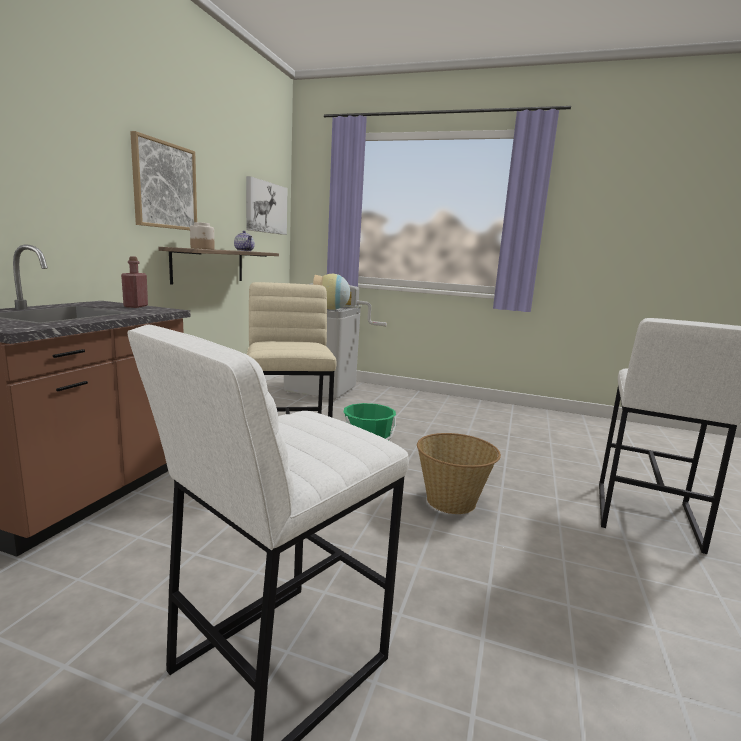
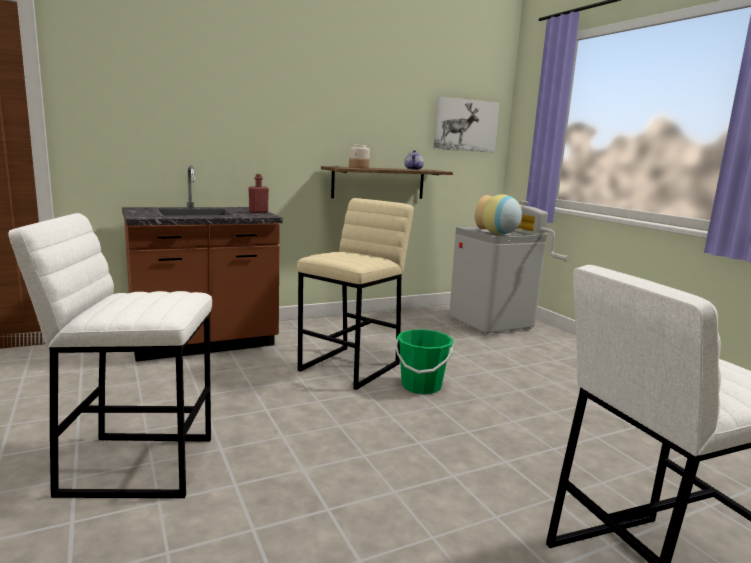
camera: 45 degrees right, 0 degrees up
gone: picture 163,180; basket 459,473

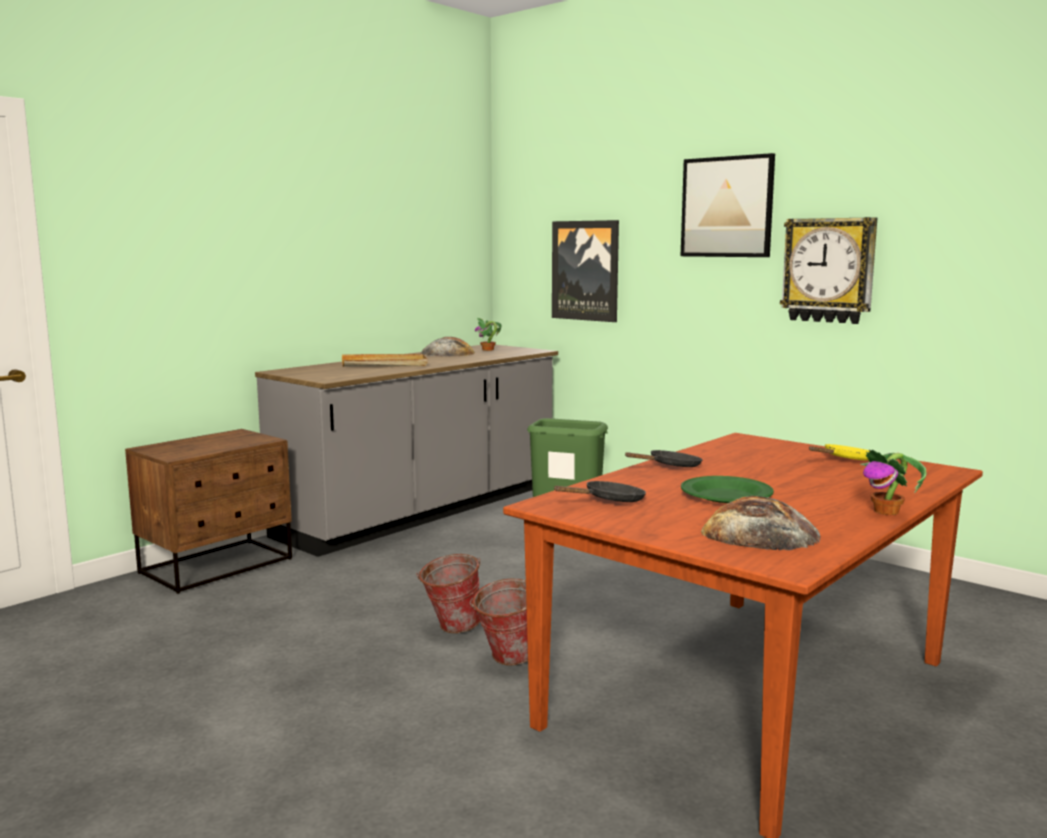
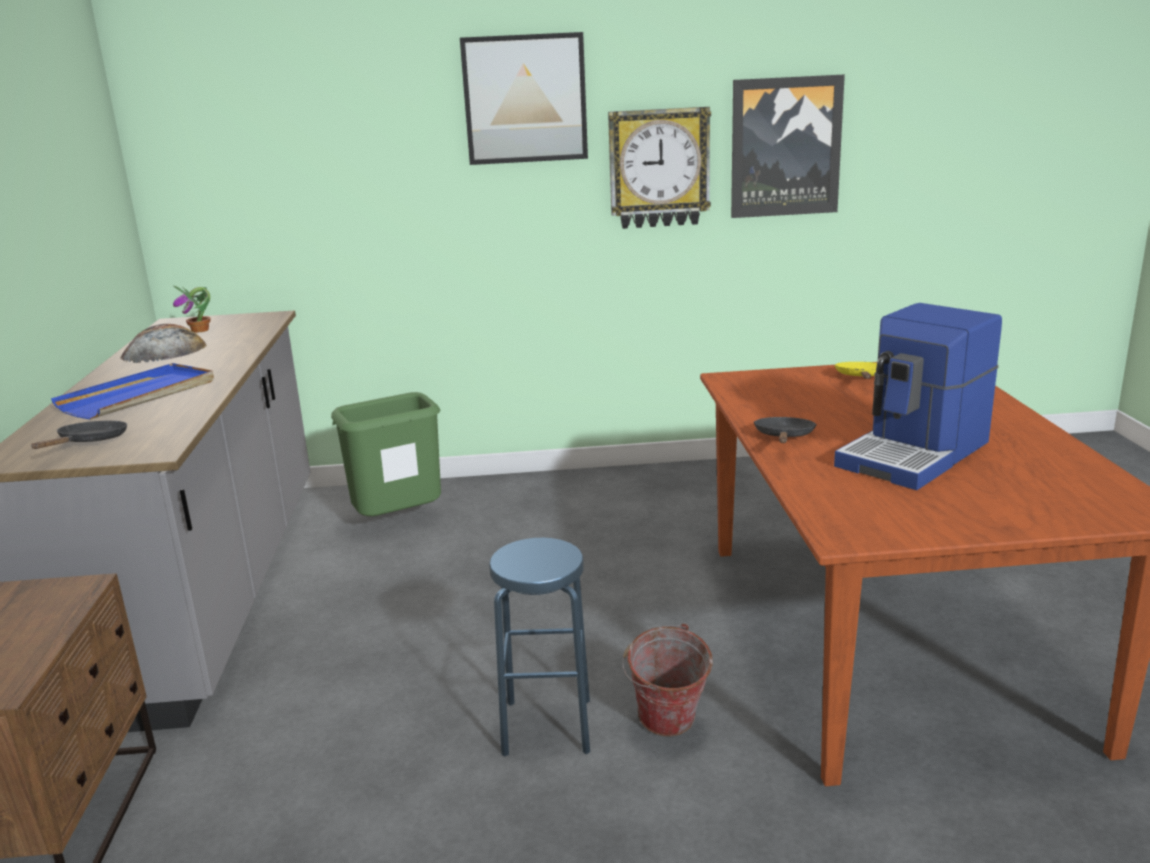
camera: 45 degrees left, 10 degrees up
gone: bread 761,523; potted plant 893,482
shifted: picture 585,271 to 788,146; black frying pan 600,491 to 79,435
swapped: bucket 448,593 to blue stool 539,647; green plate 727,489 to coffee machine 918,396
repainted: beige tray 385,360 to blue tray 132,391

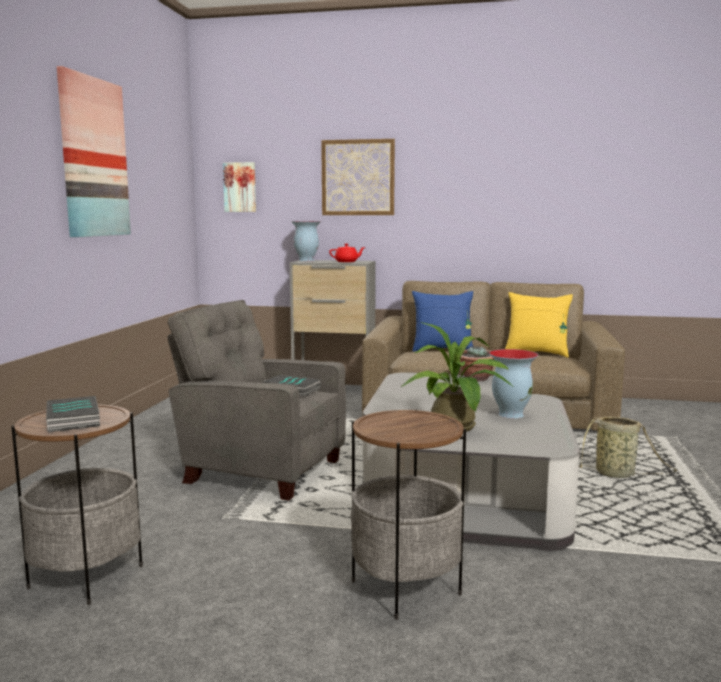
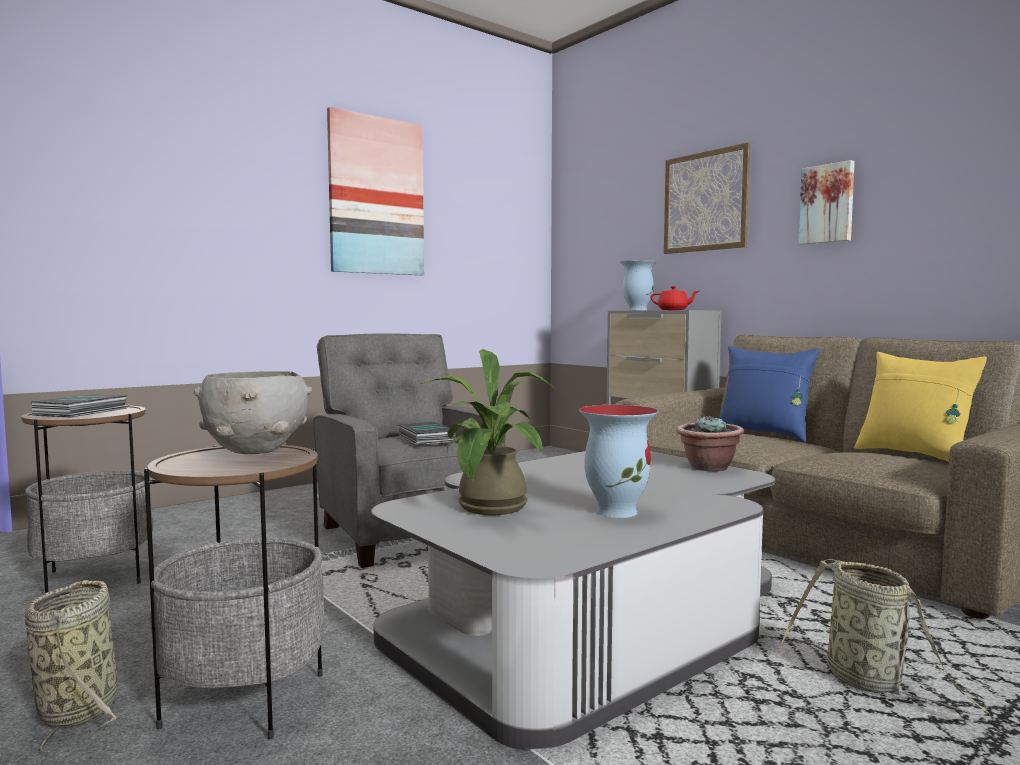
camera: 40 degrees right, 5 degrees down
new: basket 72,666; grey bowl 253,412
shifted: picture 239,187 to 826,202

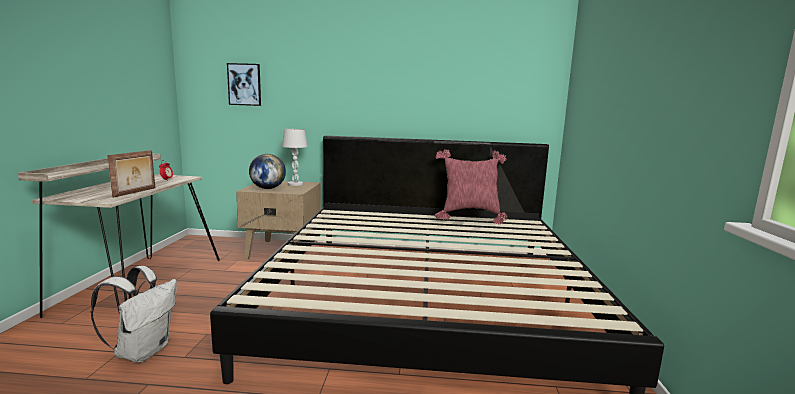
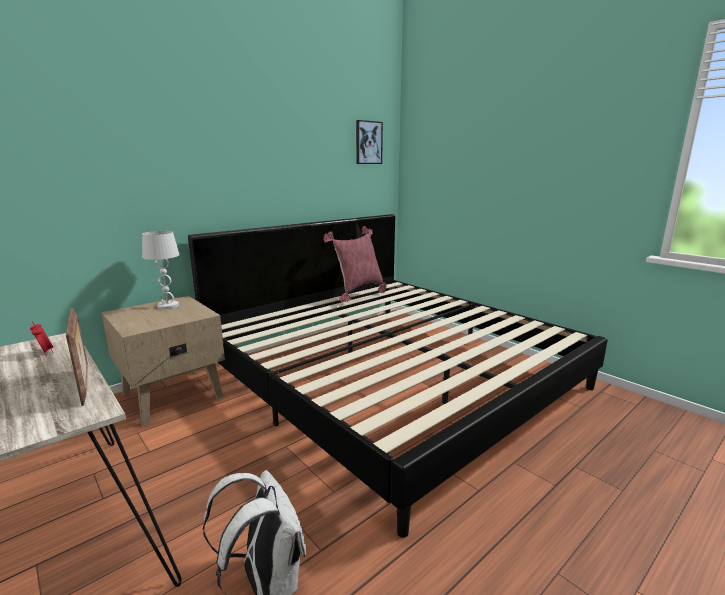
camera: 45 degrees left, 5 degrees up
gone: globe 267,171
shifted: picture 244,84 to 369,142

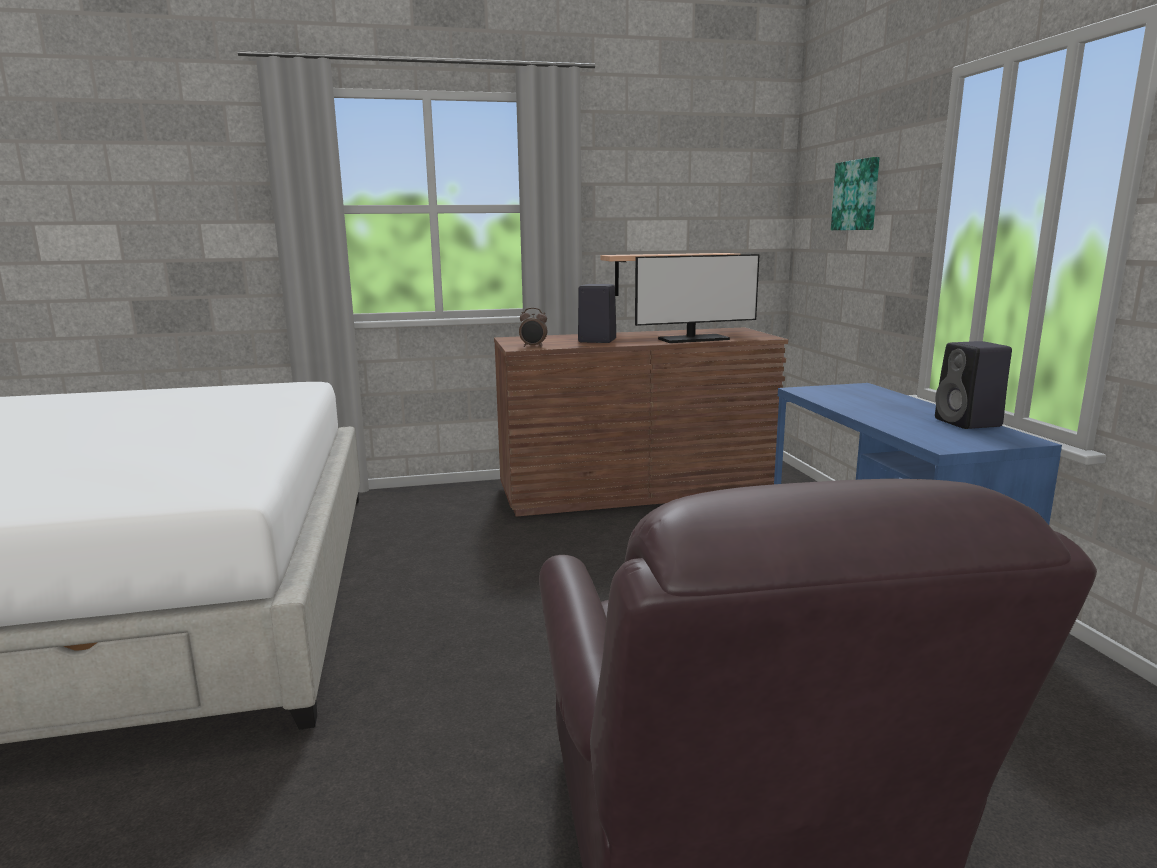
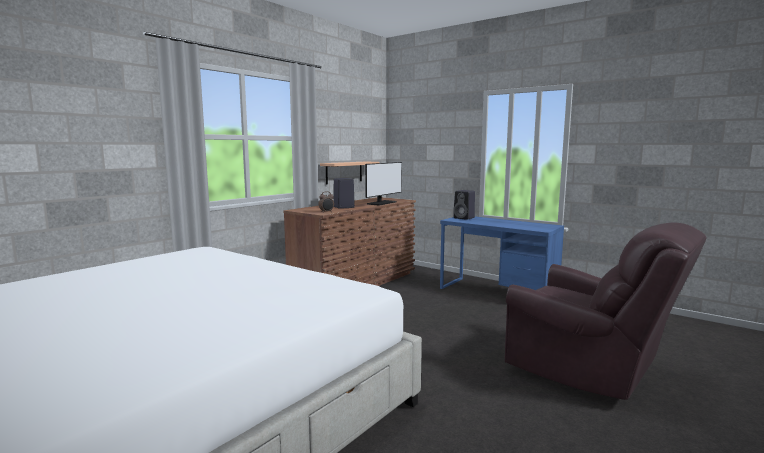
camera: 40 degrees left, 5 degrees down
gone: picture 855,193
shifted: black speaker 973,385 to 464,205

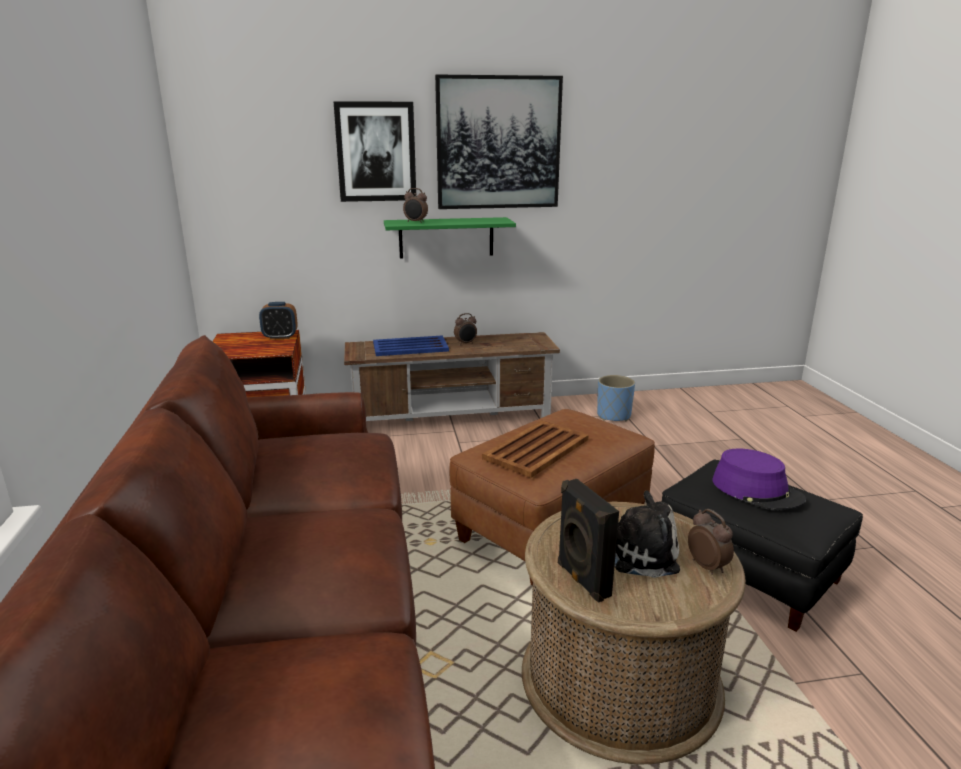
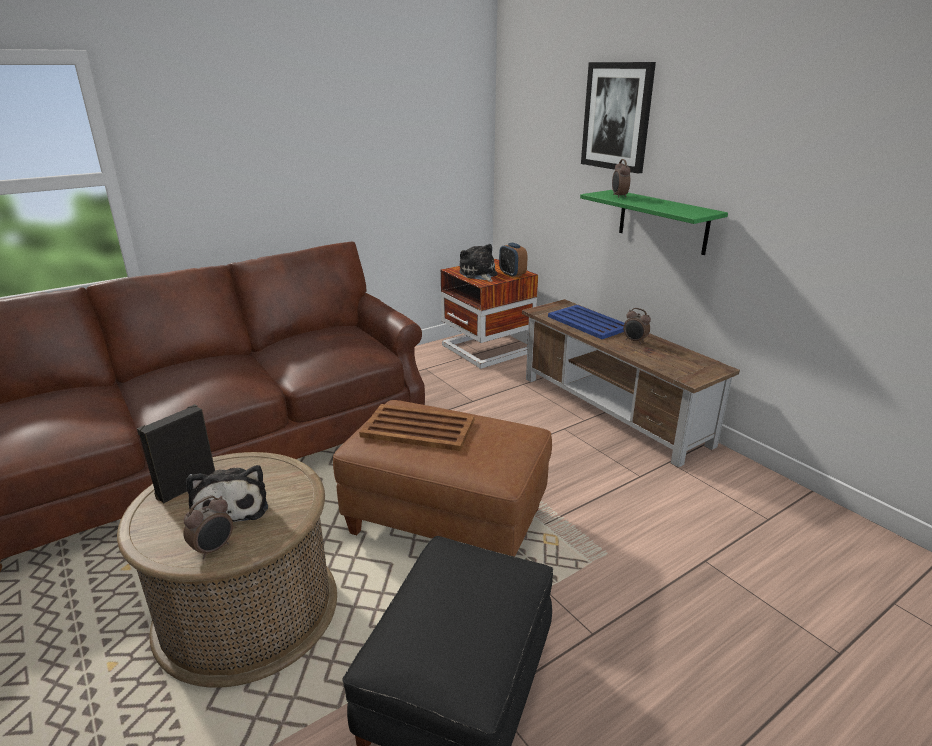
camera: 65 degrees right, 5 degrees up
gone: picture 499,142; blue planter 616,398; purple hat 759,479
new: plush toy 478,263

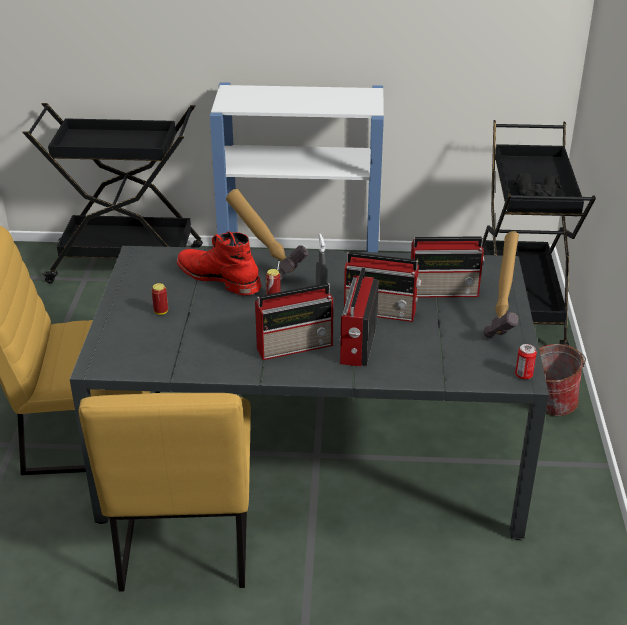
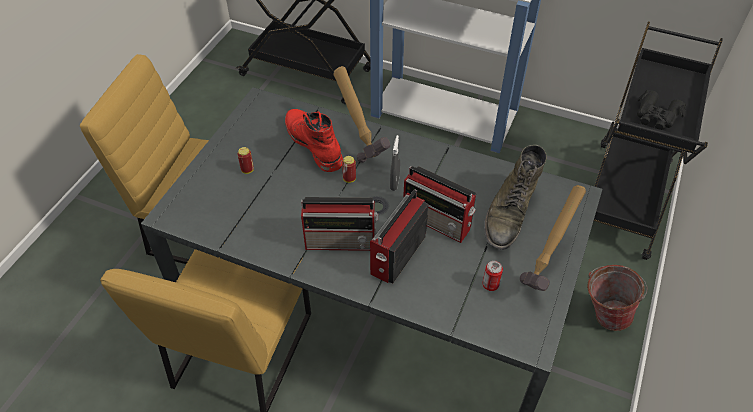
camera: 20 degrees right, 15 degrees up
shifted: can 526,361 to 492,276
swapped: radio 448,267 to green boot 515,197

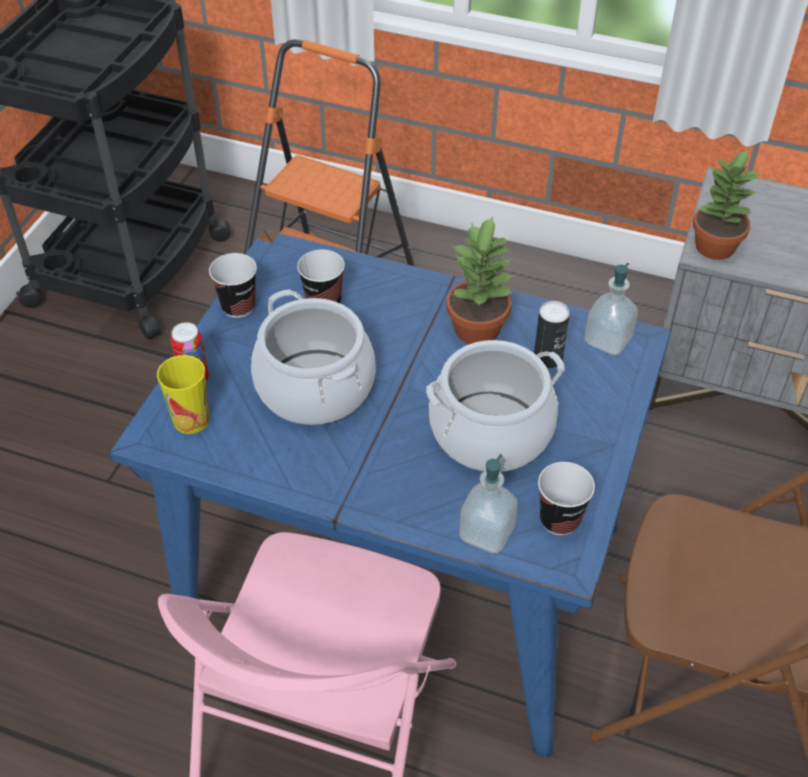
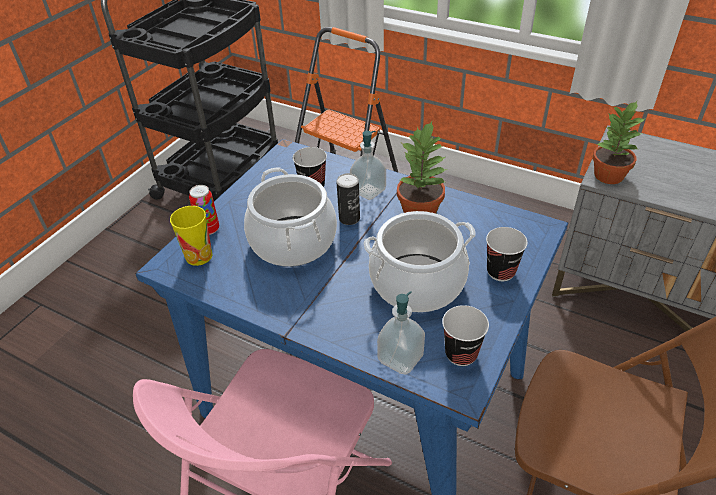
camera: 10 degrees right, 5 degrees down
shifted: cup 233,285 to 507,254; can 552,334 to 348,199; soap dispenser 611,309 to 368,165

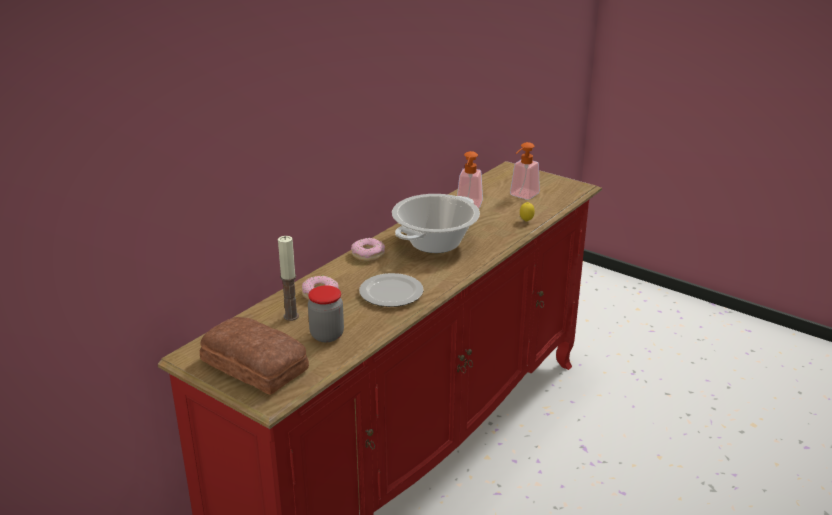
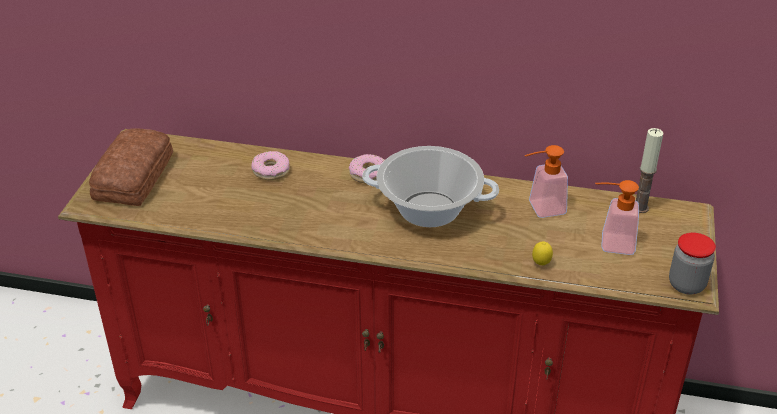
camera: 65 degrees right, 10 degrees up
gone: plate 391,290
shifted: candle 288,278 to 649,170; jar 326,313 to 692,264

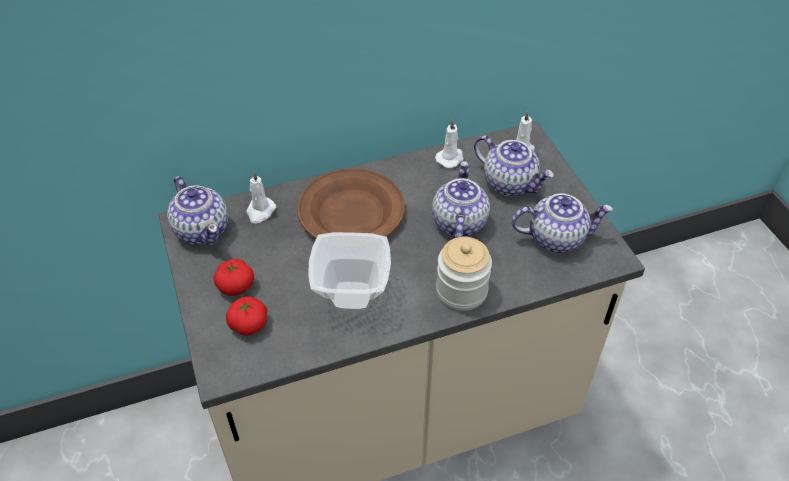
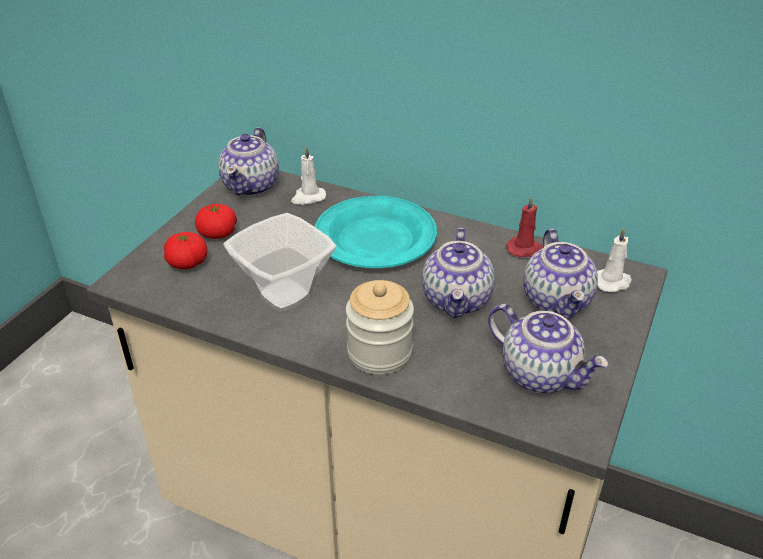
camera: 45 degrees right, 10 degrees down
repainted: brown plate 351,204 to turquoise plate 376,232; white candle 449,144 to red candle 524,226
rotated: teapot 461,199 = 458,273 135 degrees clockwise

